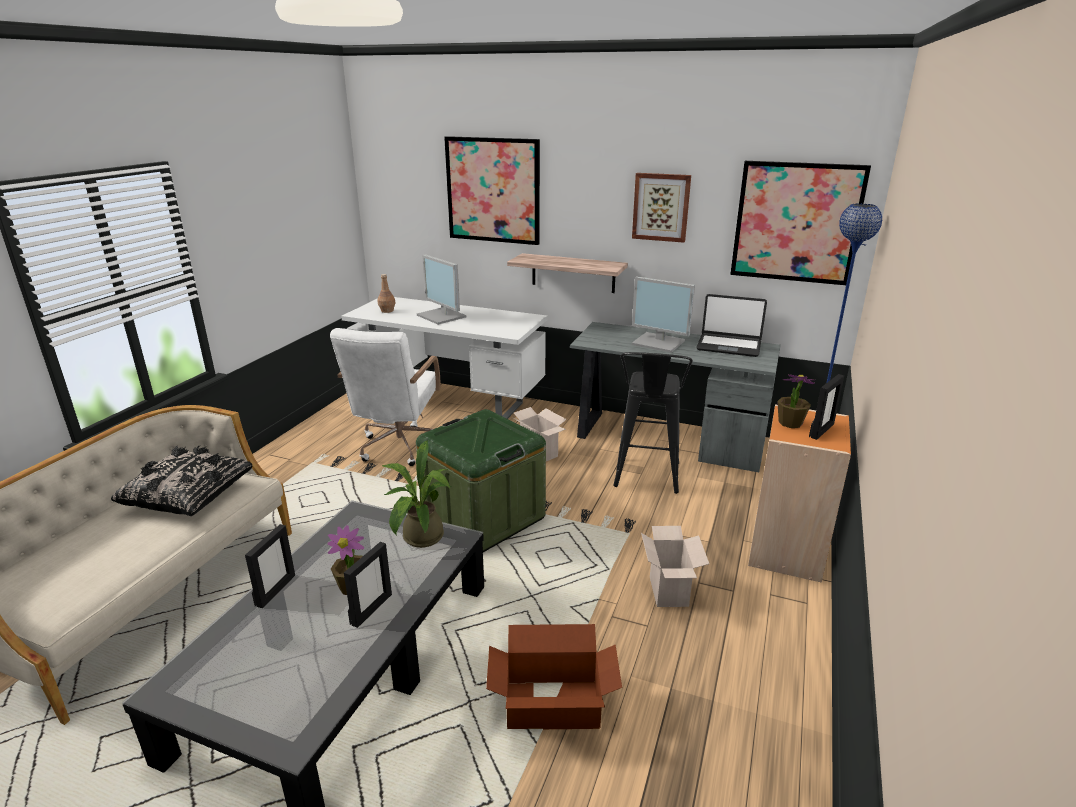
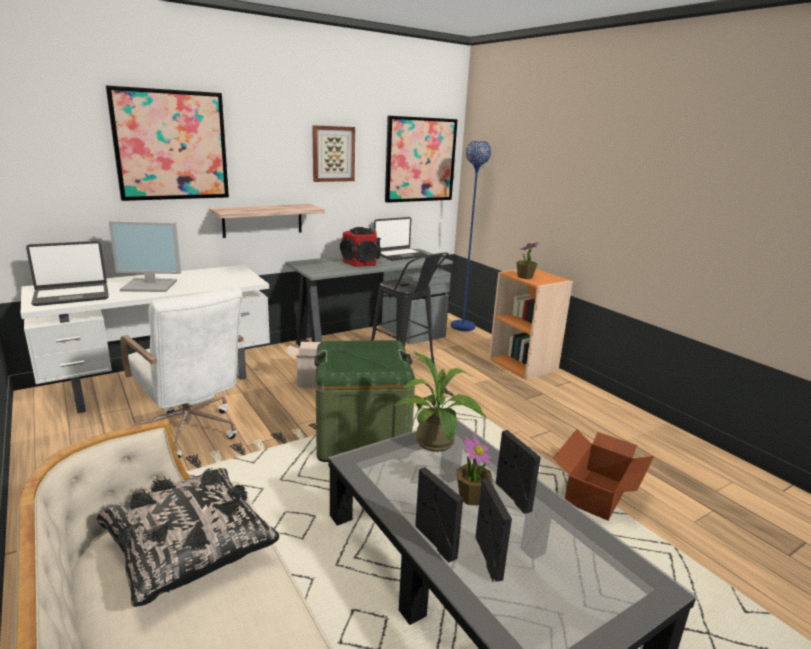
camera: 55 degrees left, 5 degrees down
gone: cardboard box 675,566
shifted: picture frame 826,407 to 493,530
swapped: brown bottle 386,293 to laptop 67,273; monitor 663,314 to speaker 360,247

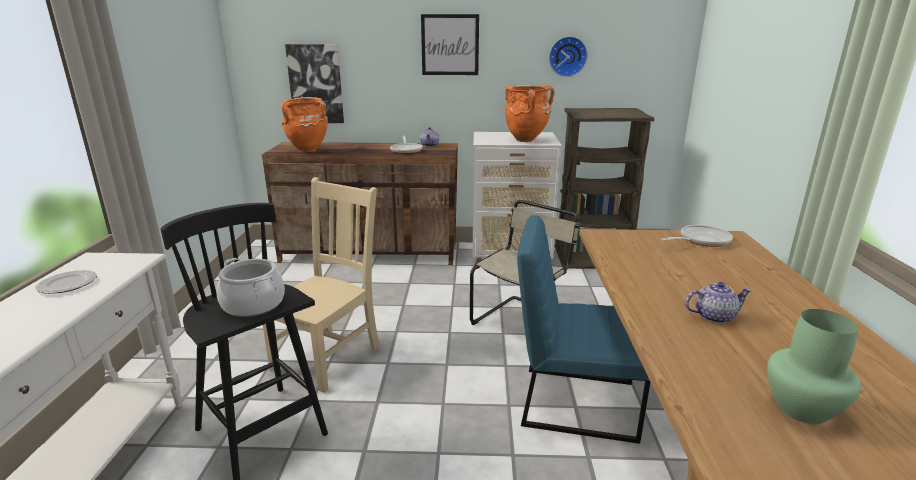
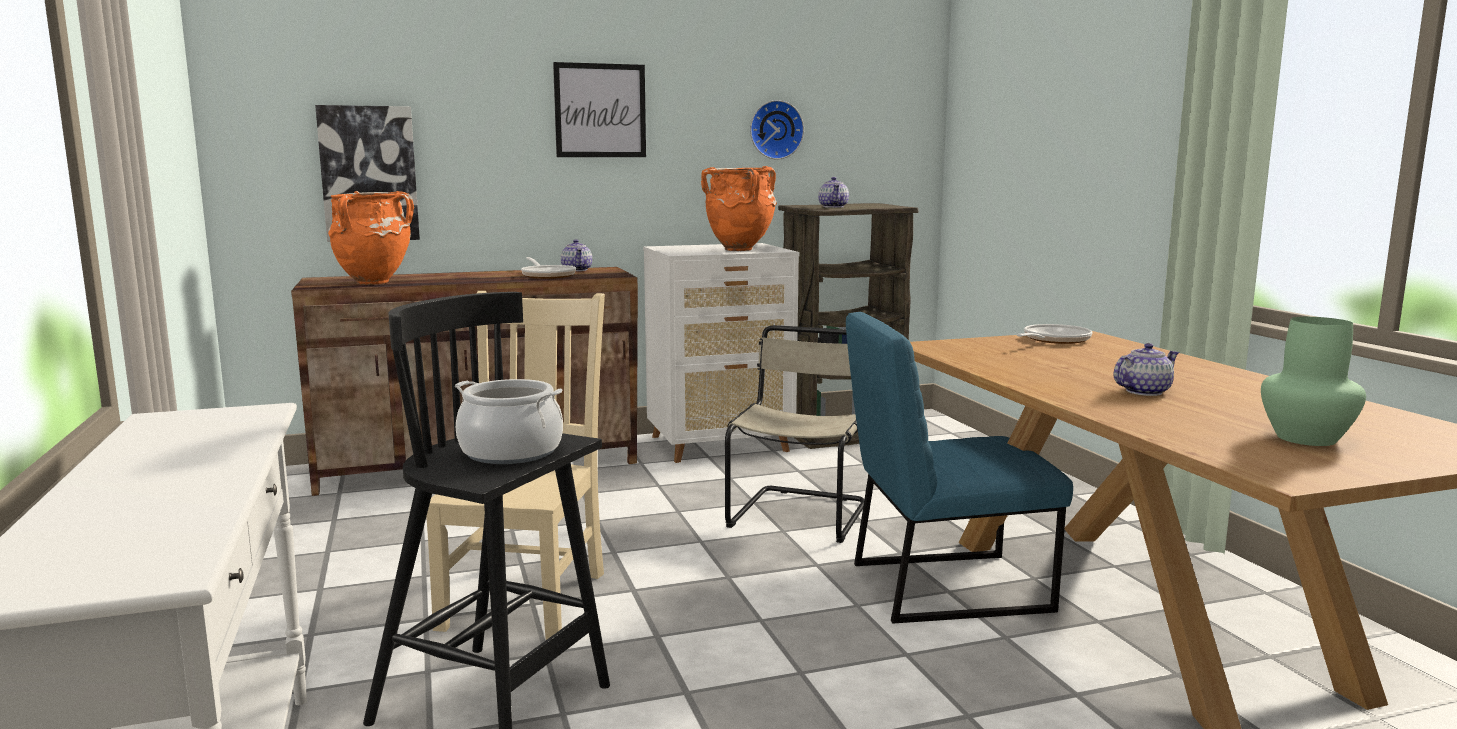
camera: 20 degrees left, 10 degrees down
gone: plate 66,282
new: teapot 833,192

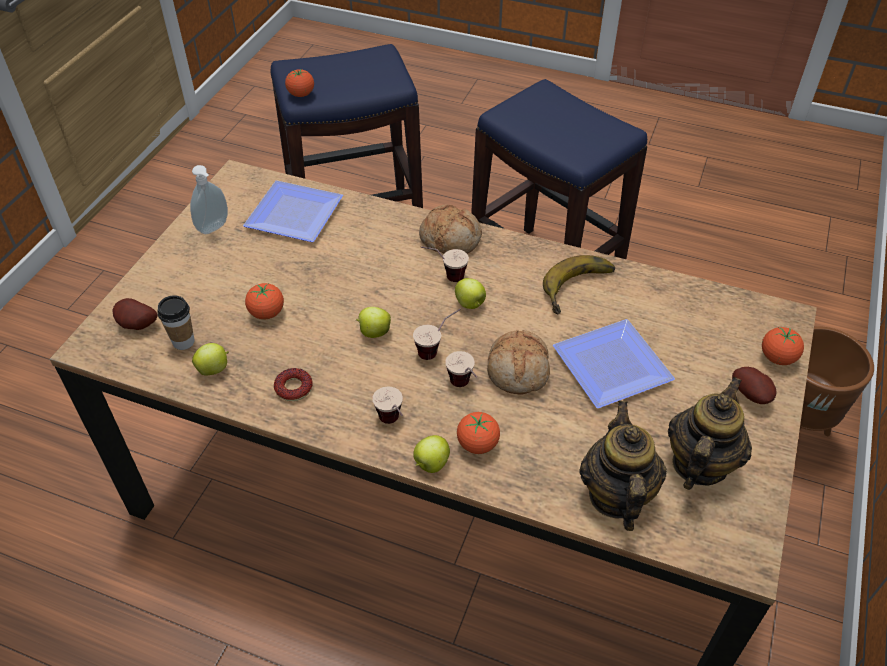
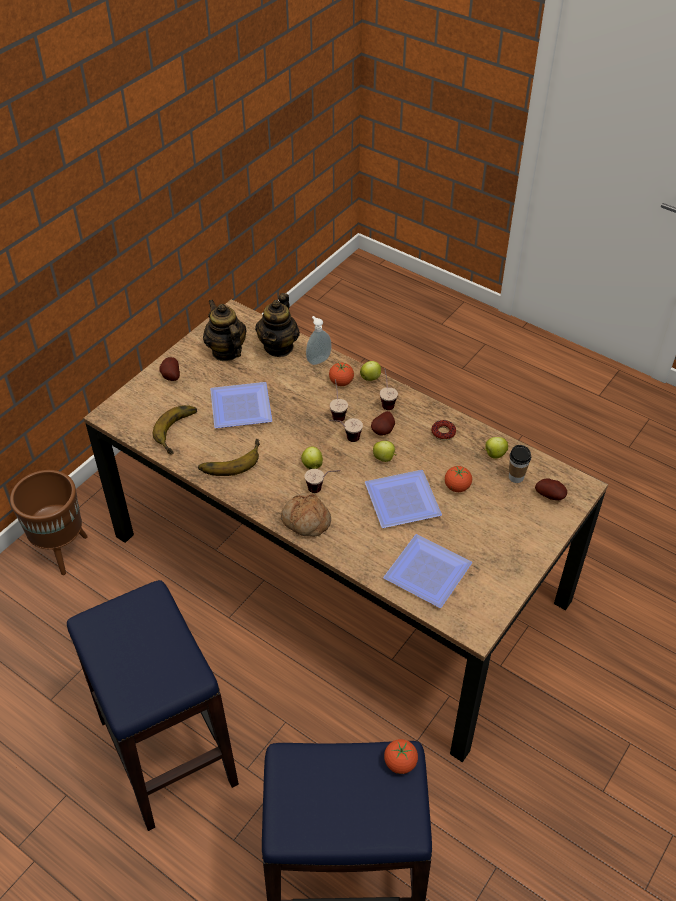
camera: 165 degrees left, 0 degrees up
gone: bread 518,362; tomato 783,346
new: banana 175,430; plate 403,499; potato 383,423
shifted: soap dispenser 209,199 to 318,340
rotated: teapot 710,433 = 225,330 105 degrees clockwise

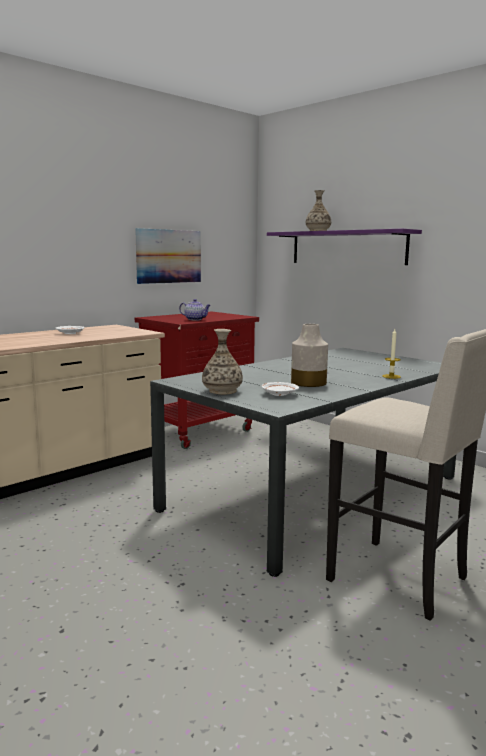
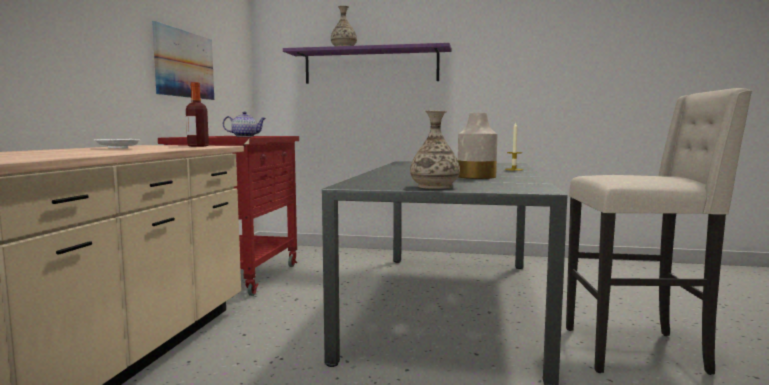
camera: 35 degrees left, 5 degrees down
gone: white plate 280,389
new: bottle 197,114

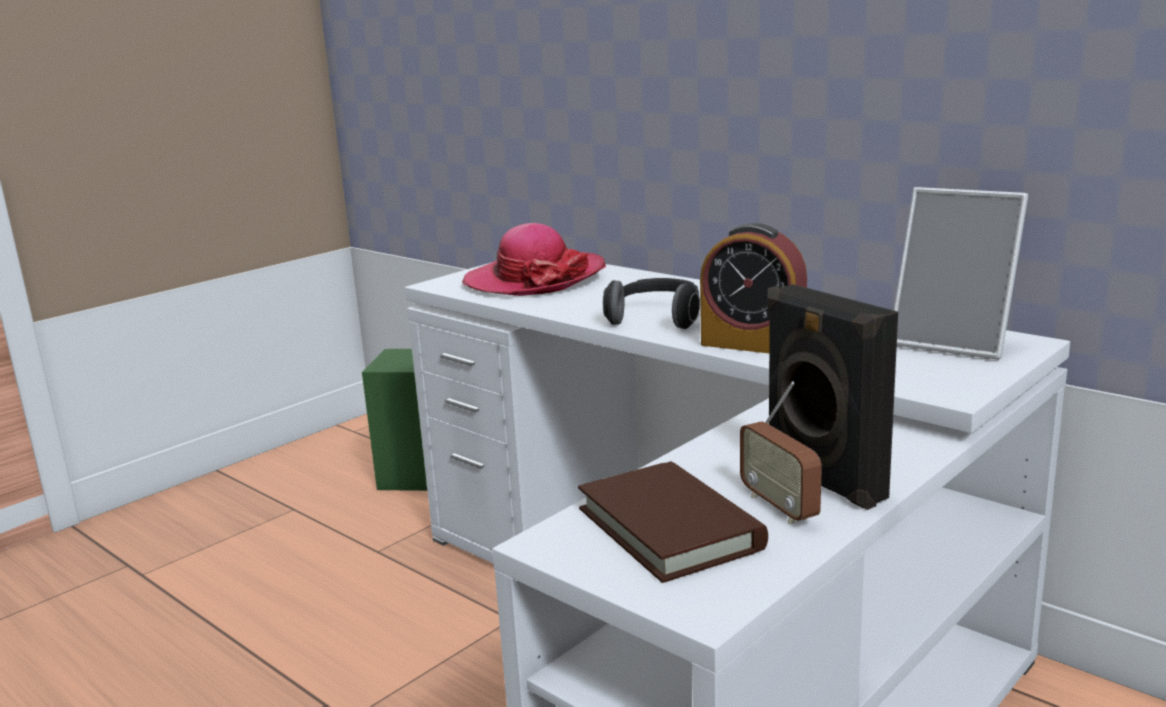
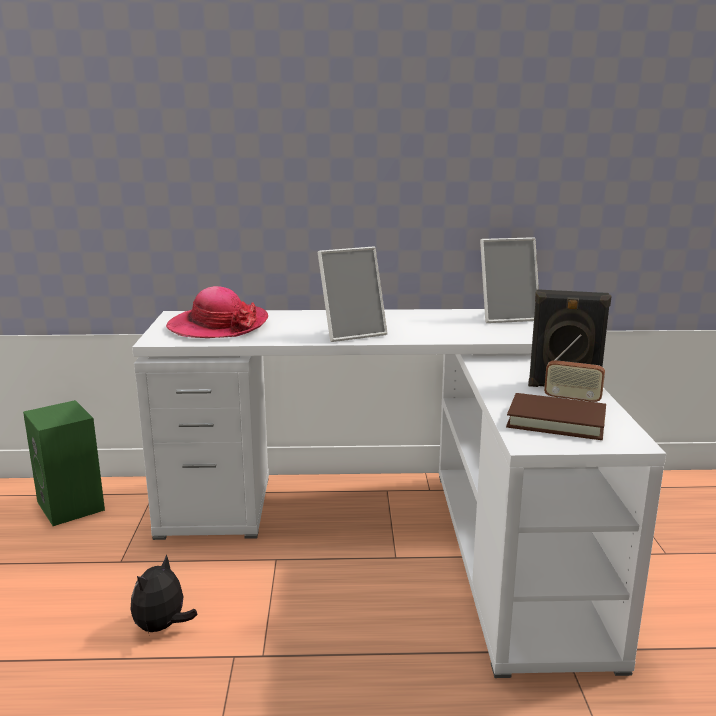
camera: 45 degrees left, 0 degrees up
gone: alarm clock 753,288
new: plush toy 164,593
swapped: headphones 651,303 to picture frame 353,294

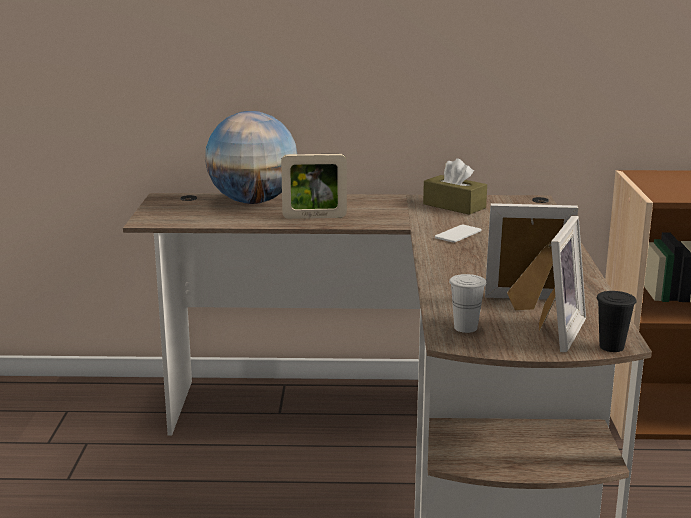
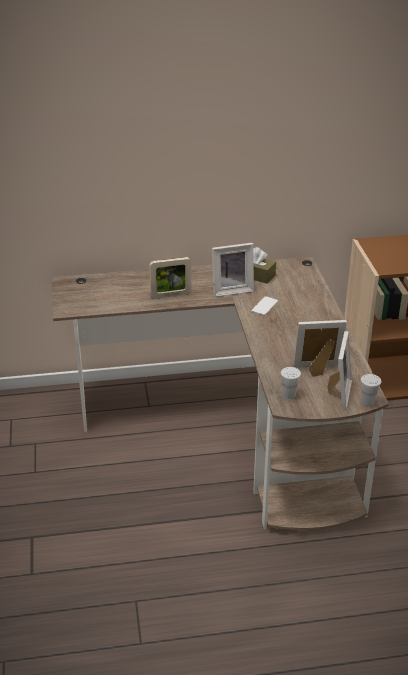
camera: 10 degrees left, 15 degrees up
gone: globe 251,157
new: picture frame 233,270
repainted: black cup 616,321 to white cup 371,390

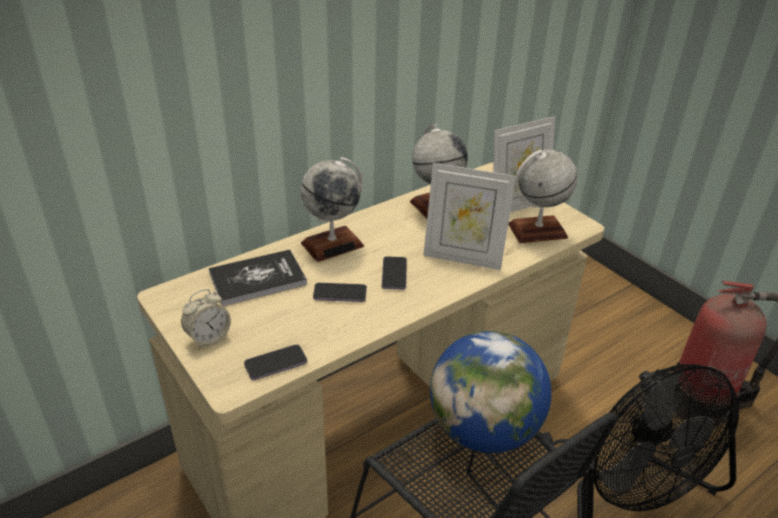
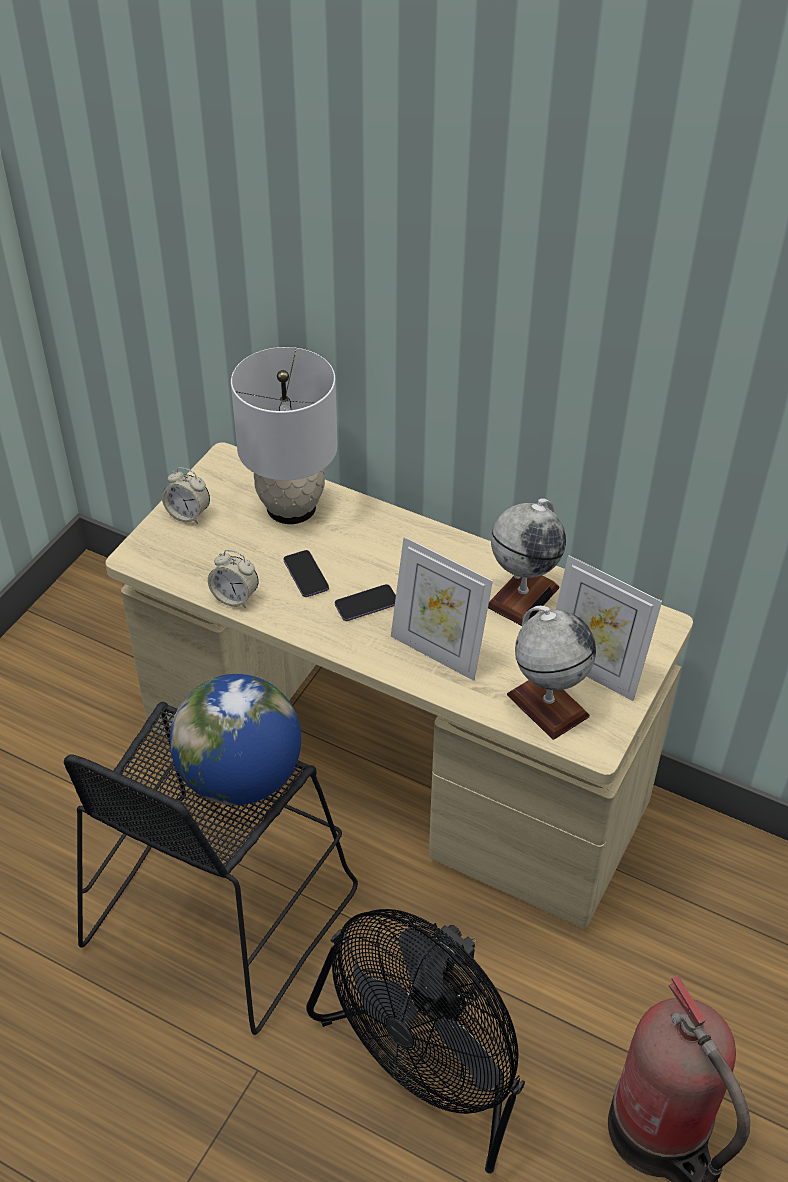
camera: 65 degrees right, 10 degrees up
gone: phone 275,362; globe 332,209
new: alarm clock 233,579
swapped: book 258,278 to white table lamp 284,435
rotated: picture frame 469,216 = 442,609 45 degrees counterclockwise

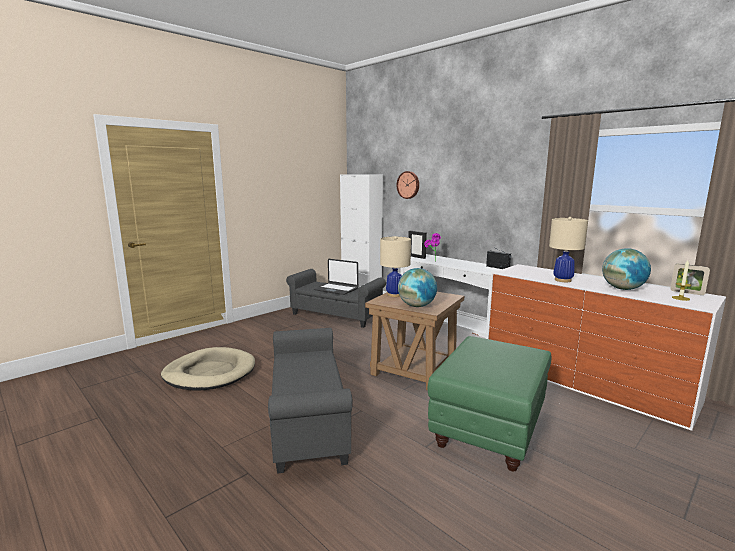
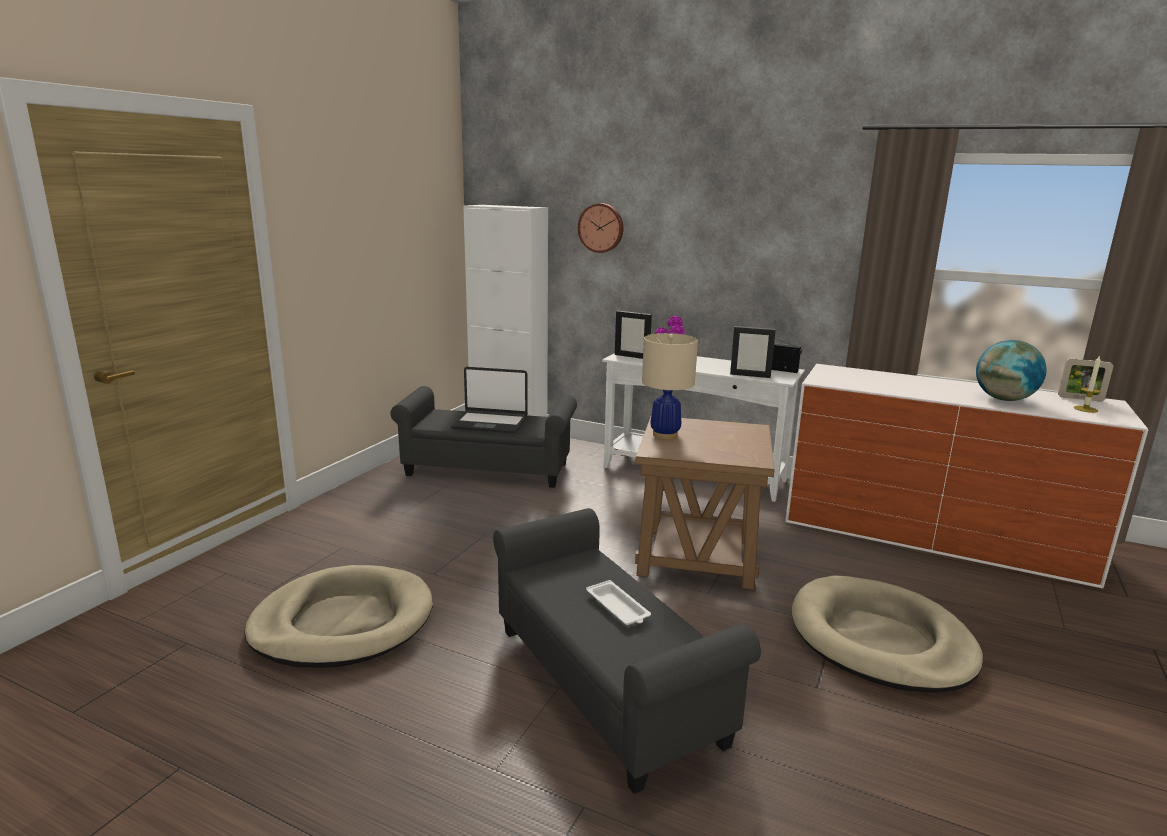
camera: 20 degrees left, 5 degrees up
gone: globe 417,287; beige table lamp 568,249
new: white tray 618,602; picture frame 753,352
swapped: green ottoman 489,403 to beige dog bed 888,634

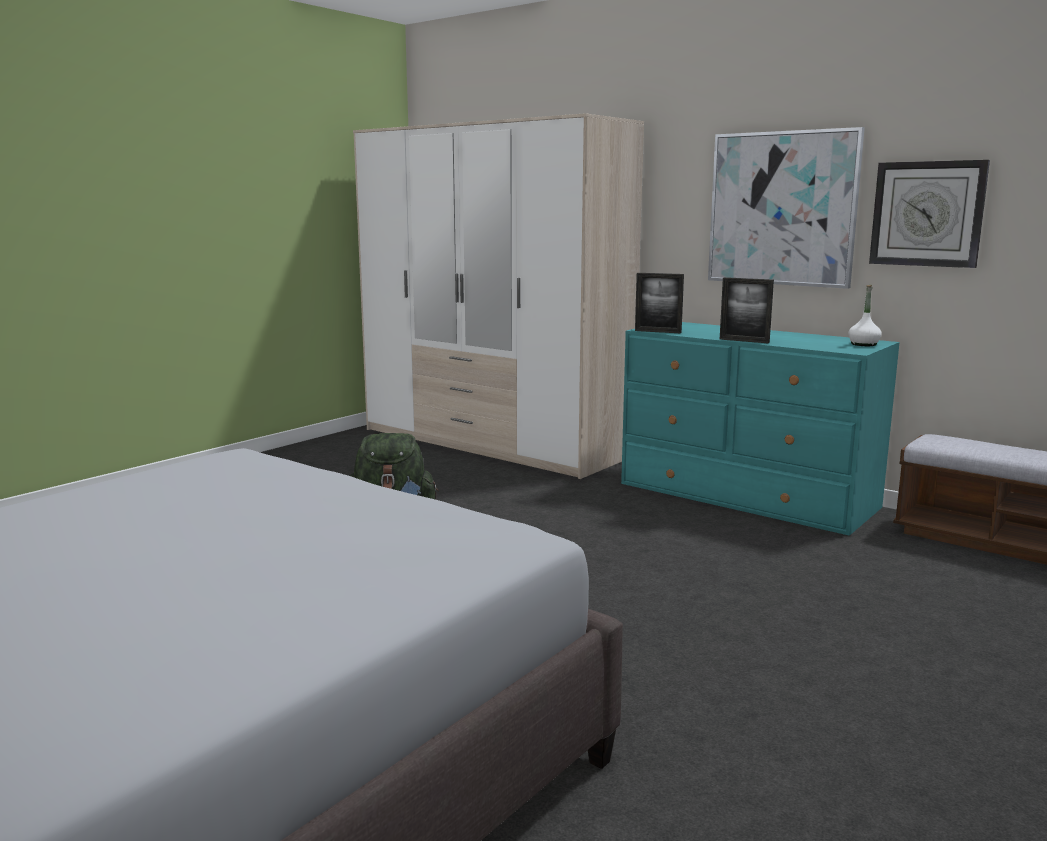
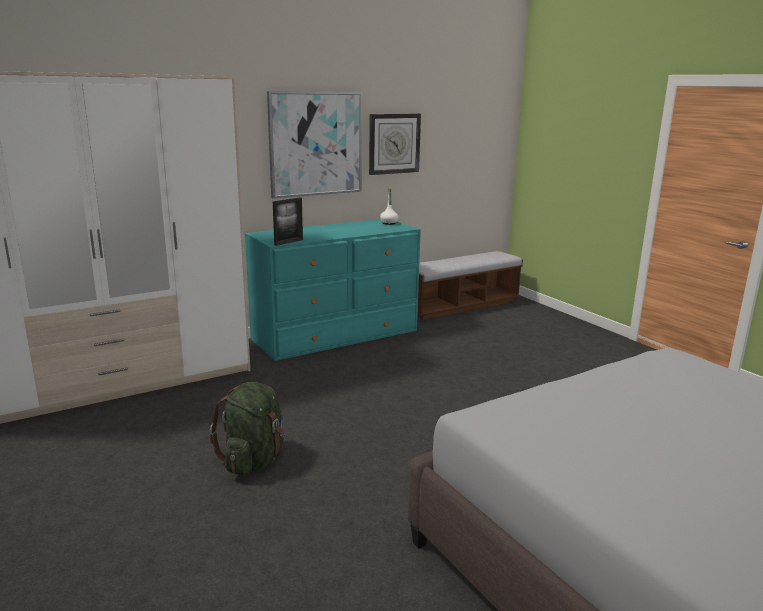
camera: 70 degrees left, 5 degrees up
gone: picture frame 747,310

